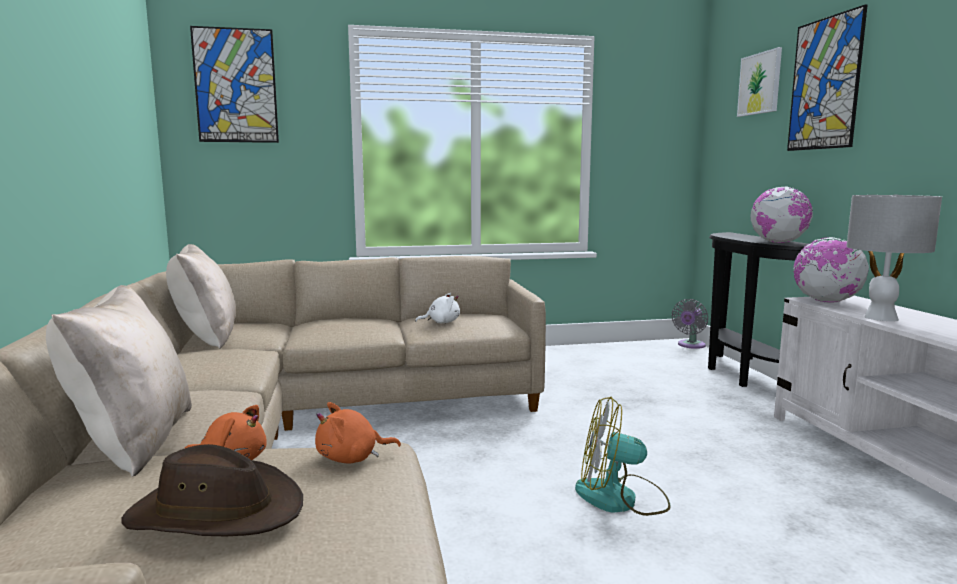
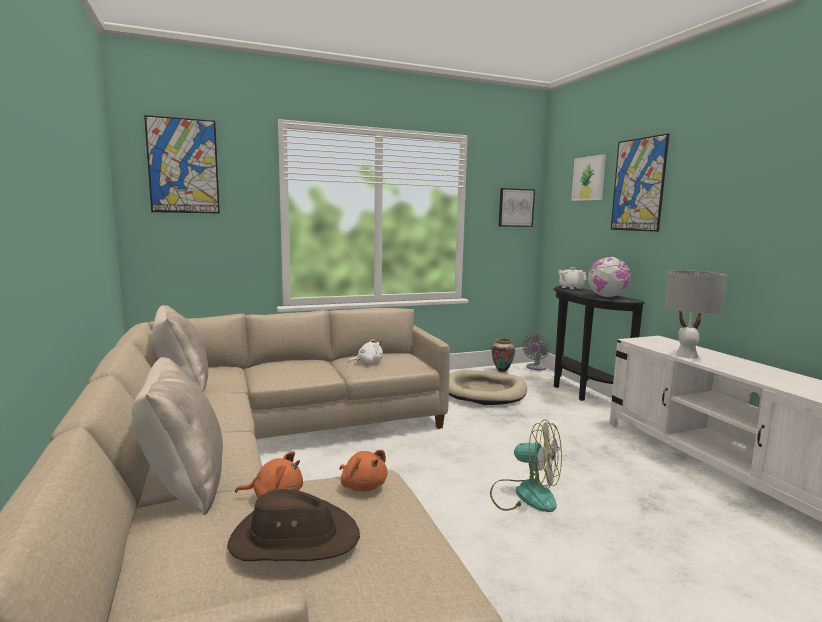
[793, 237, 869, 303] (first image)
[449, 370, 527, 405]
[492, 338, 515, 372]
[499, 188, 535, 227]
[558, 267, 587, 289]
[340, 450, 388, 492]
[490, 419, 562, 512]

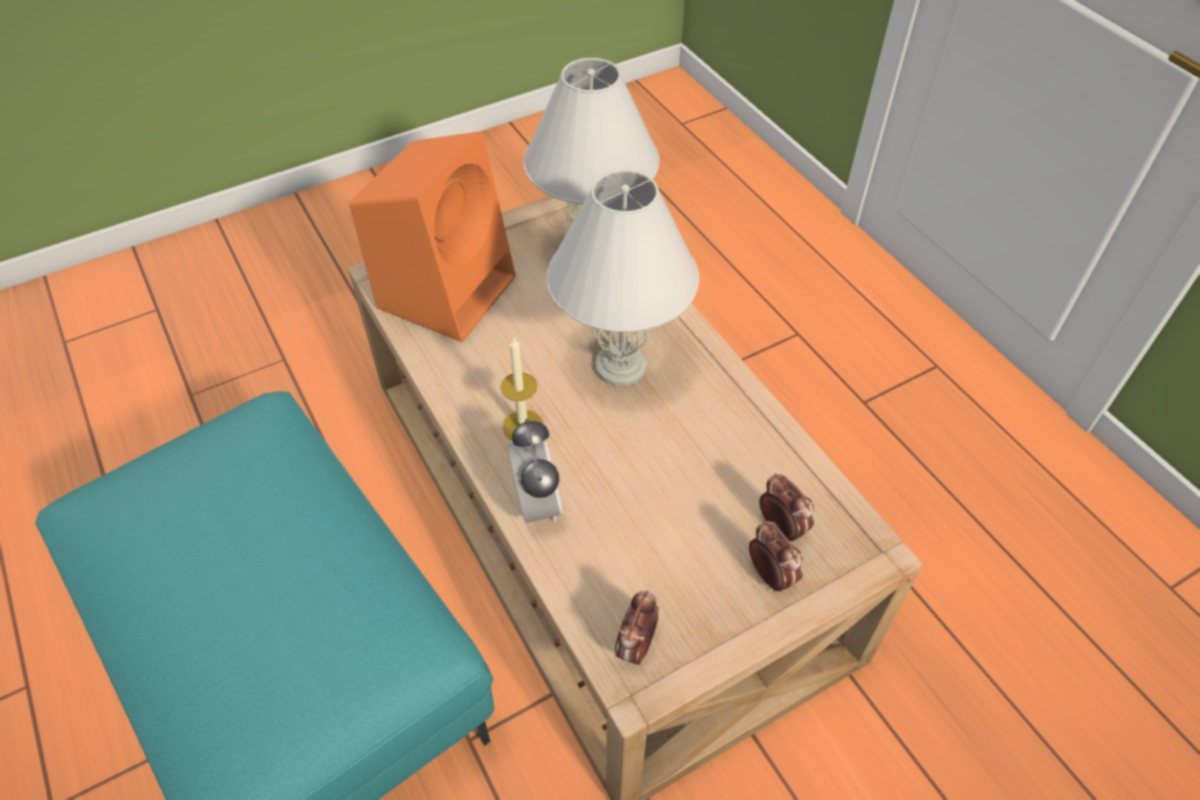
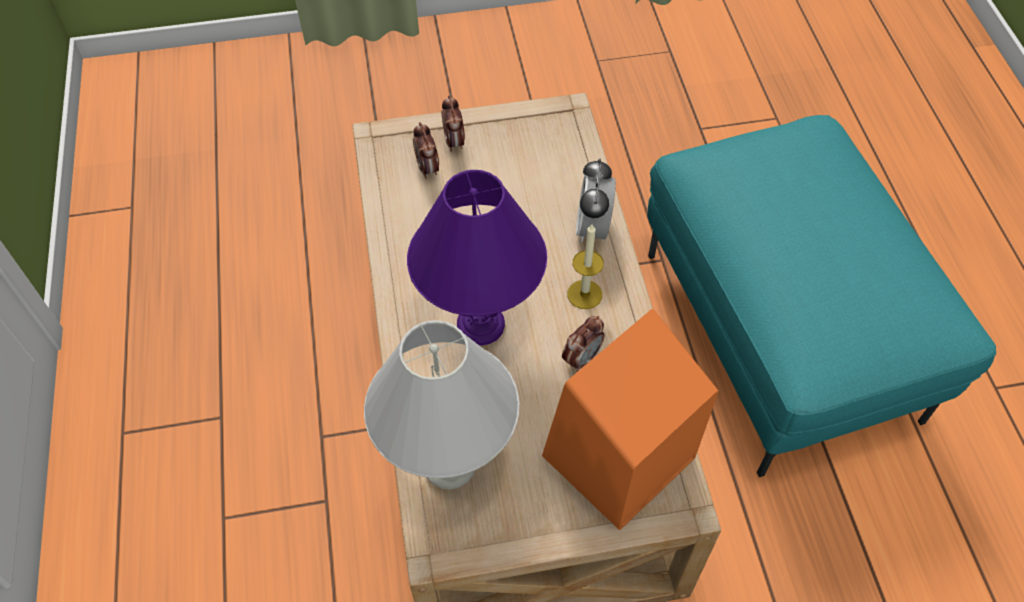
[562, 316, 605, 372]
[407, 170, 547, 346]

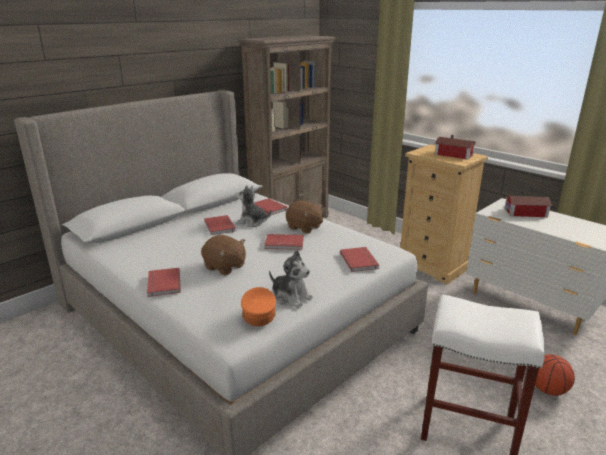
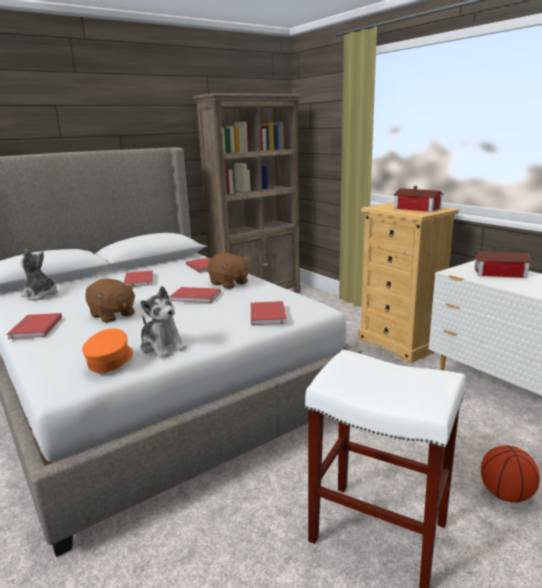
[20, 249, 58, 300]

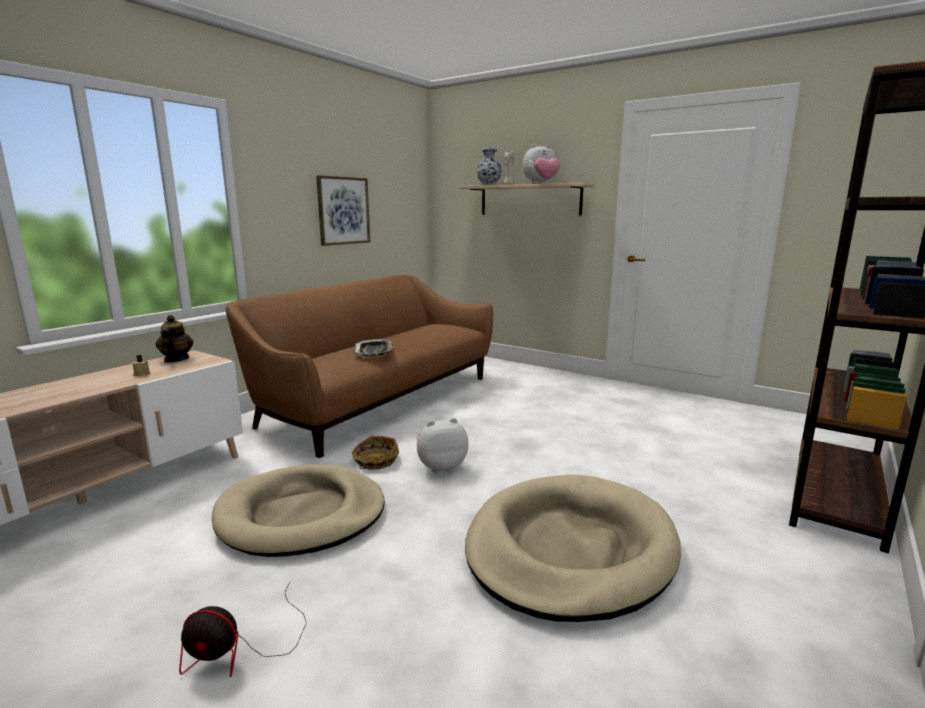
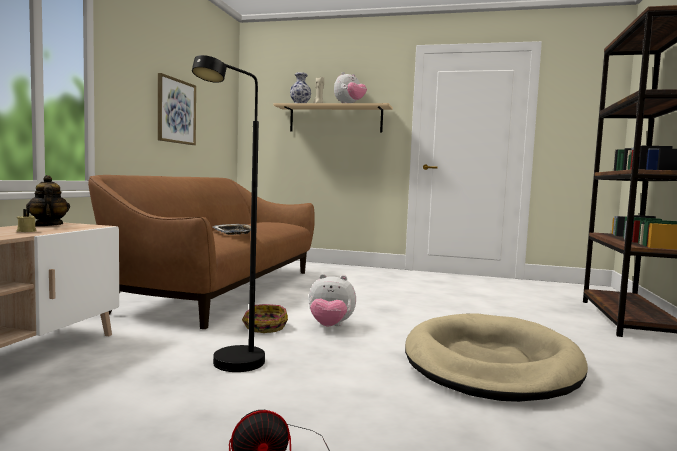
[192, 55, 265, 372]
[309, 274, 356, 327]

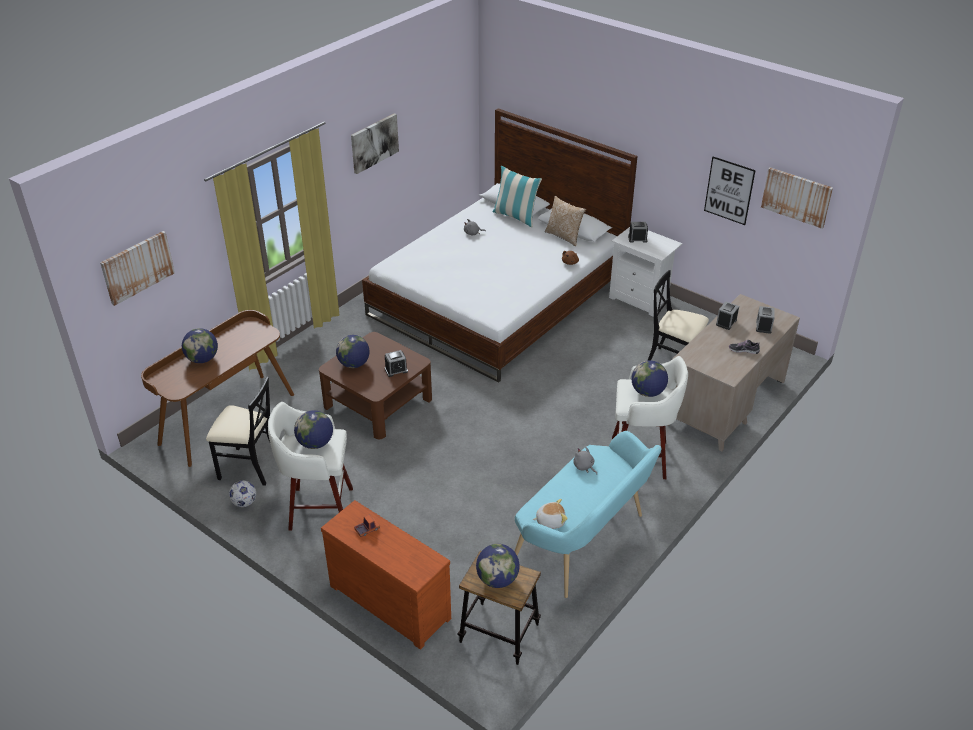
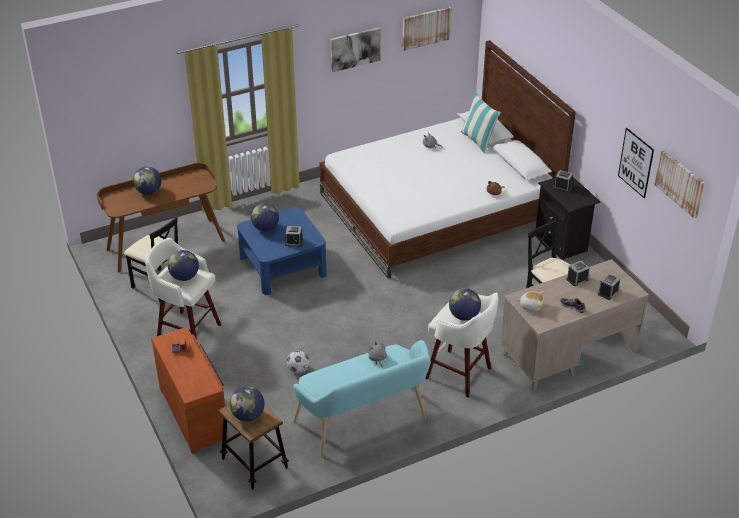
[545, 196, 586, 246] (first image)
[402, 7, 451, 51]
[287, 351, 309, 373]
[518, 291, 545, 312]
[237, 207, 327, 295]
[536, 177, 601, 261]

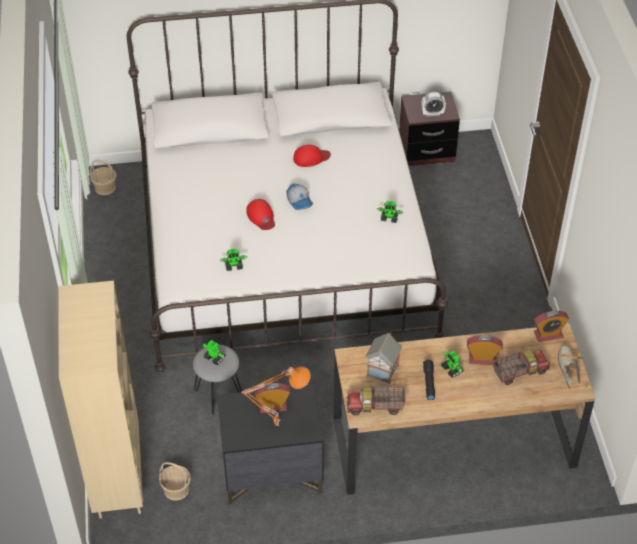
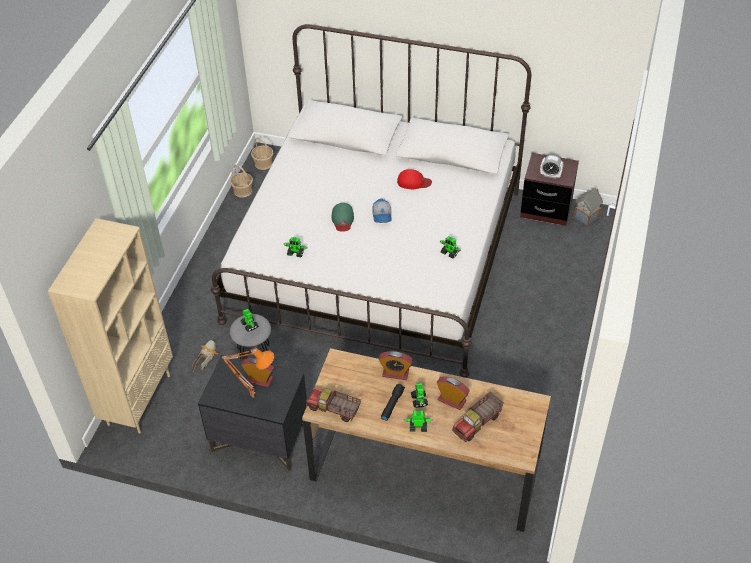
[404, 411, 433, 432]
[230, 165, 253, 198]
[574, 188, 603, 226]
[379, 351, 413, 380]
[192, 340, 218, 372]
[332, 203, 354, 232]
[452, 392, 504, 442]

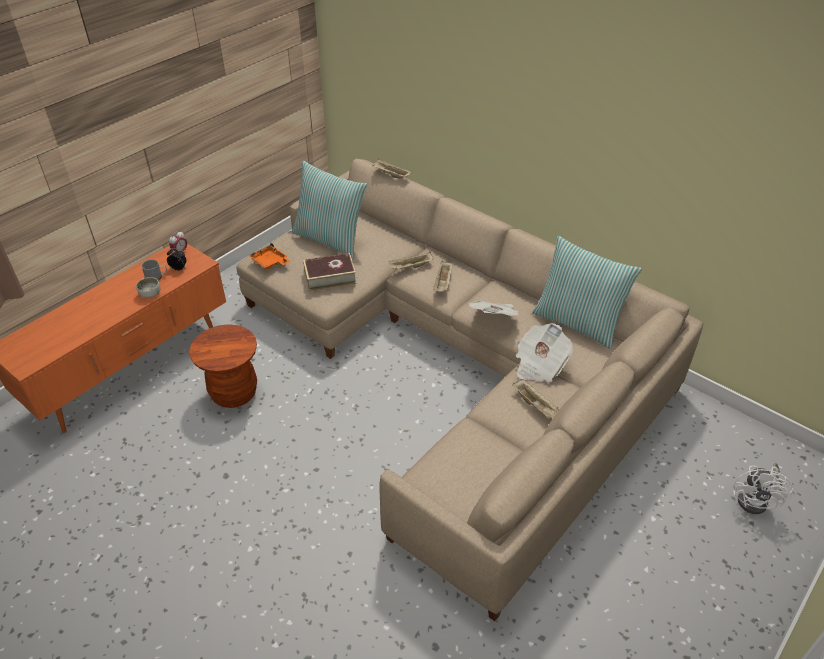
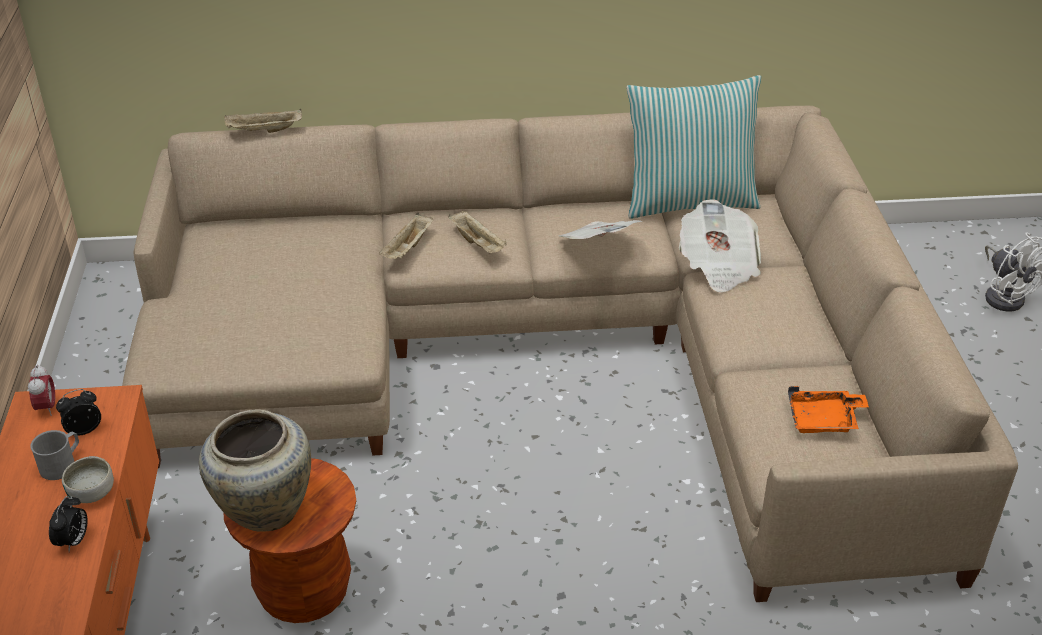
[292, 161, 367, 259] (first image)
[303, 253, 357, 291] (first image)
[513, 379, 559, 418] (first image)
[49, 496, 88, 552]
[199, 410, 311, 532]
[788, 386, 869, 433]

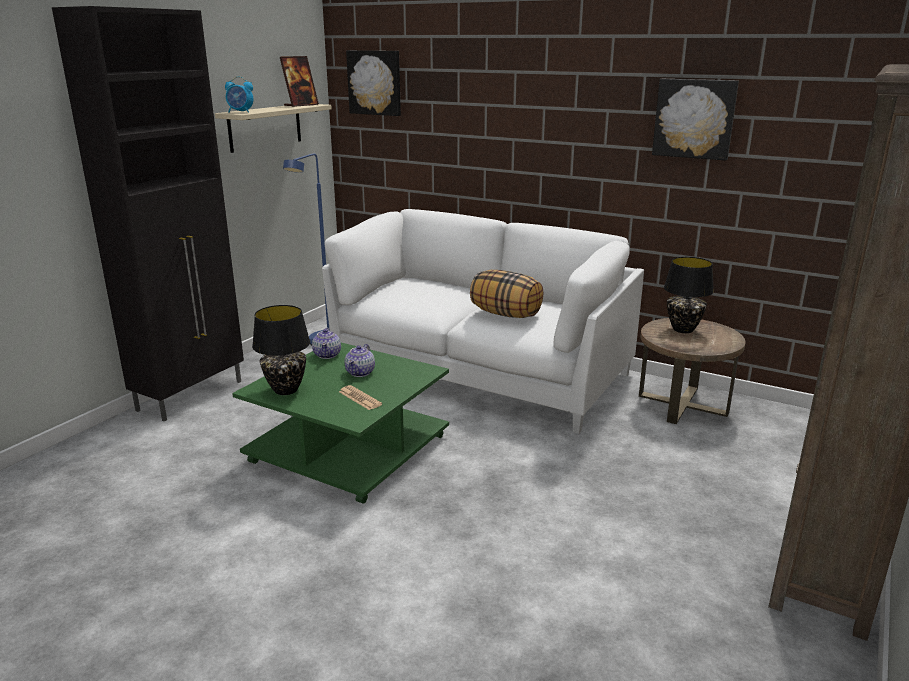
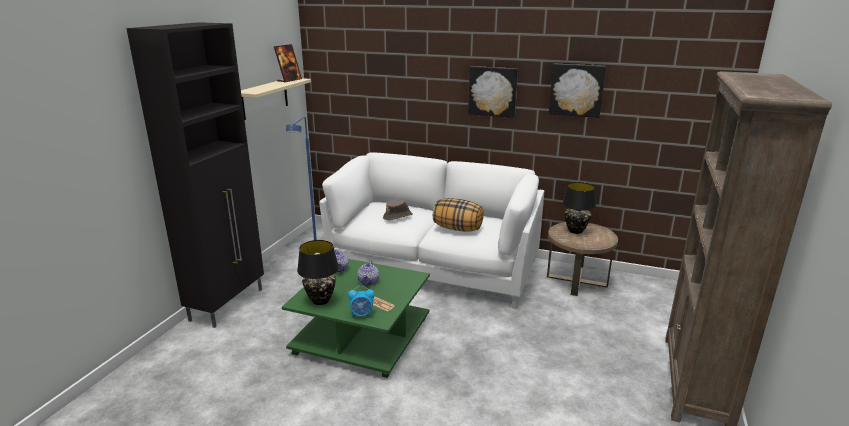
[383, 199, 413, 220]
[348, 286, 375, 317]
[468, 66, 518, 118]

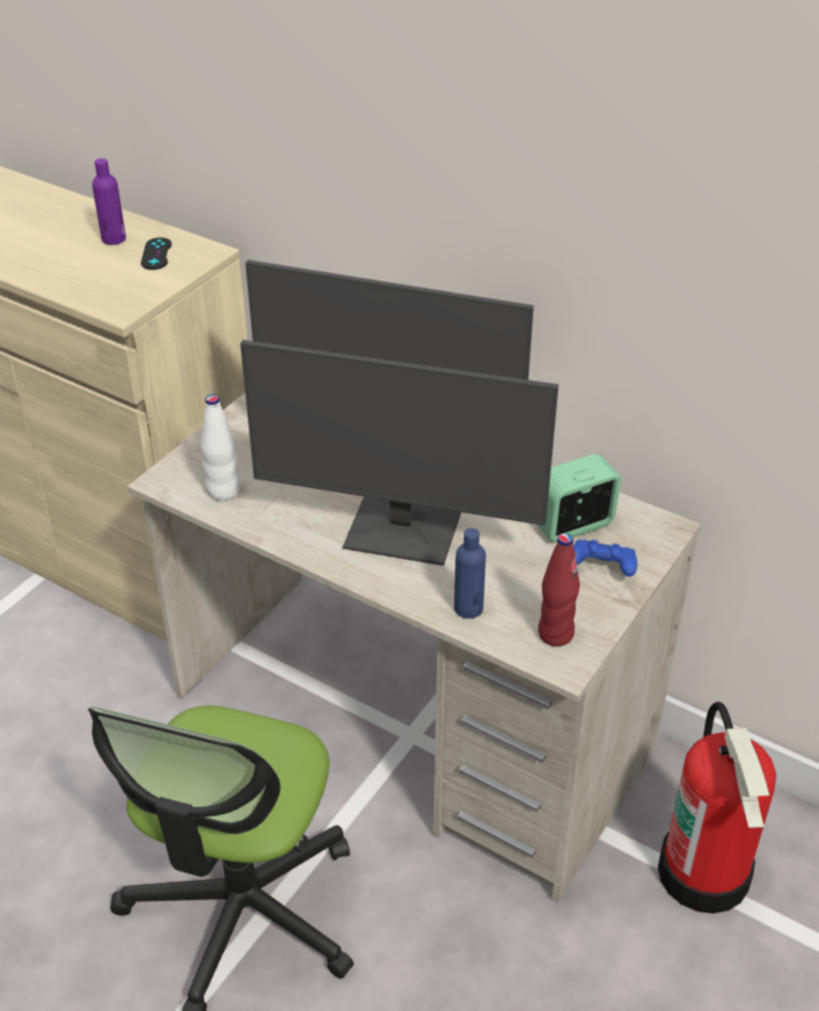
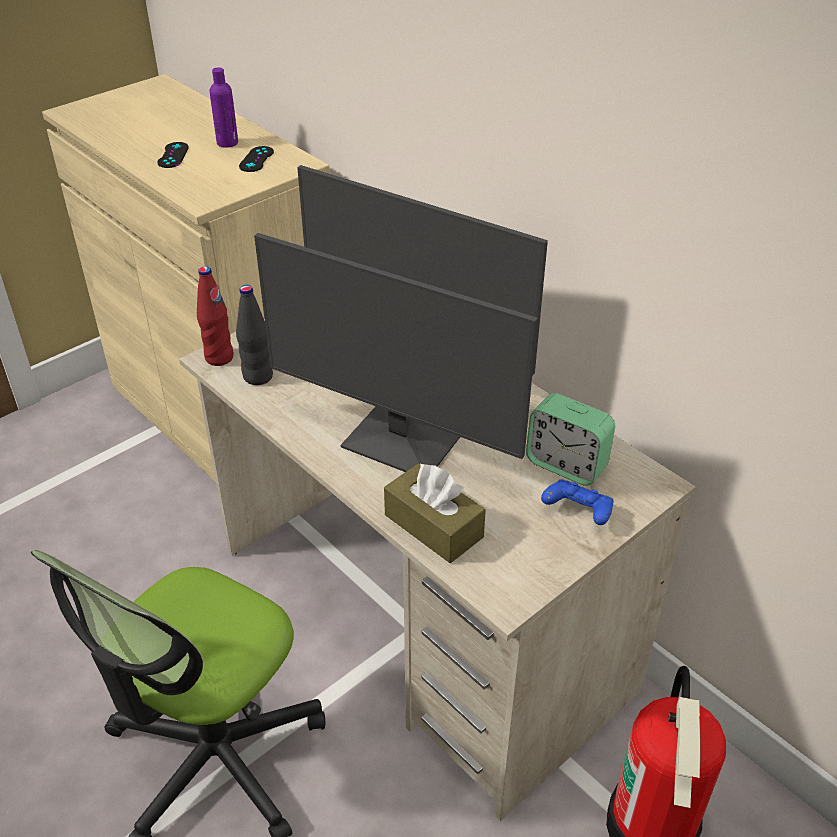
[157, 142, 189, 168]
[197, 266, 234, 366]
[384, 463, 486, 563]
[236, 285, 273, 385]
[526, 393, 615, 486]

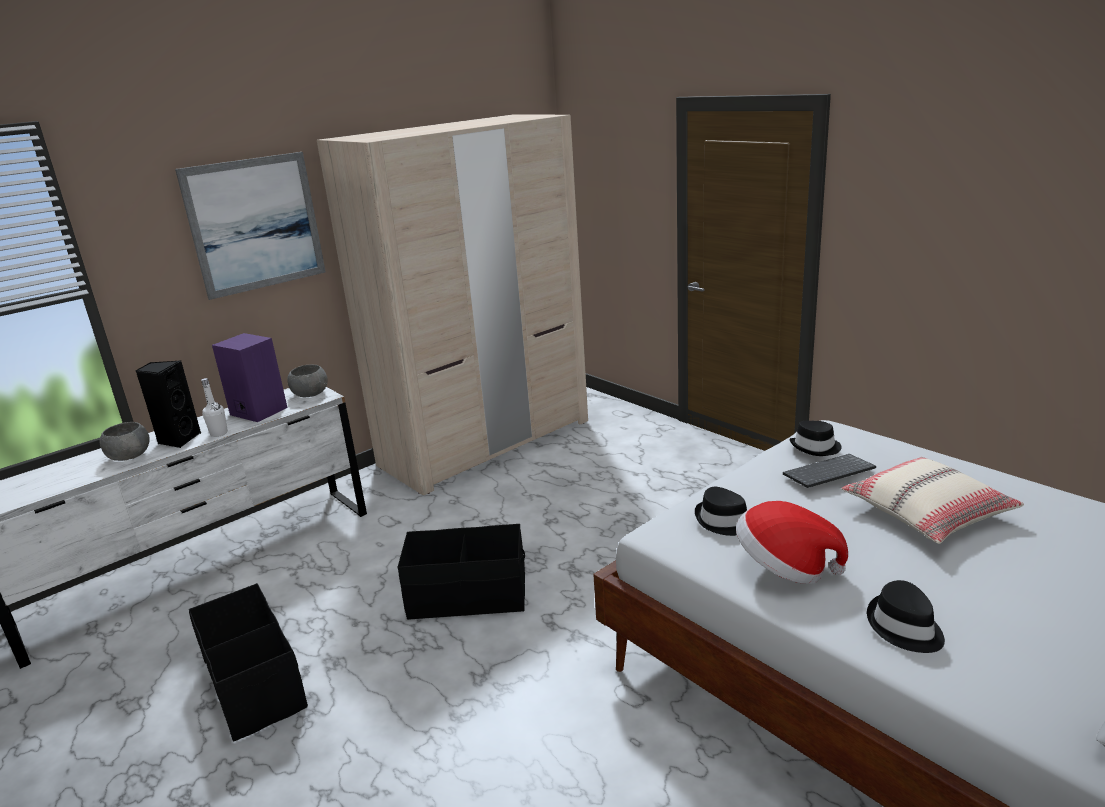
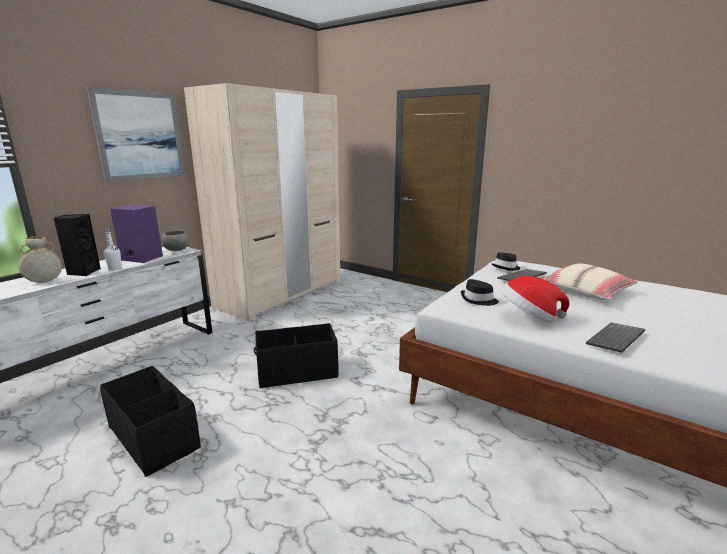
[18, 236, 62, 283]
[586, 322, 645, 353]

